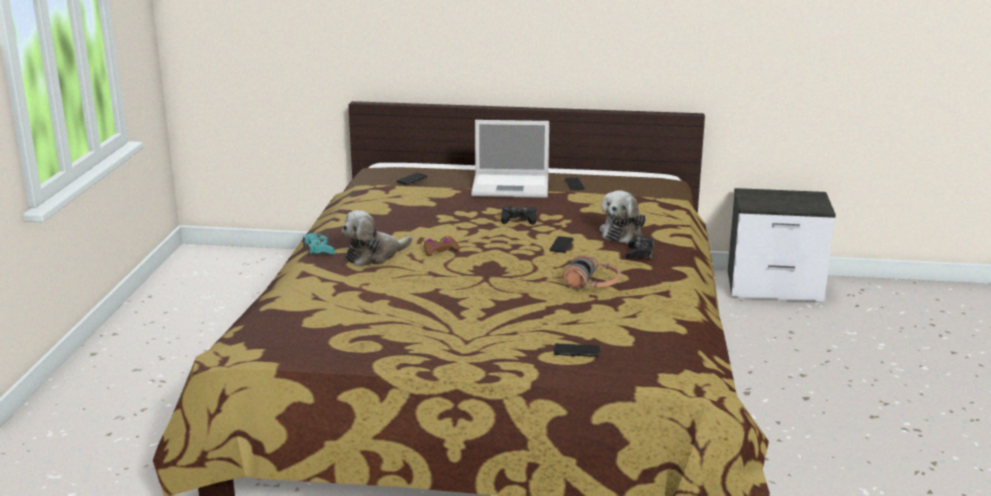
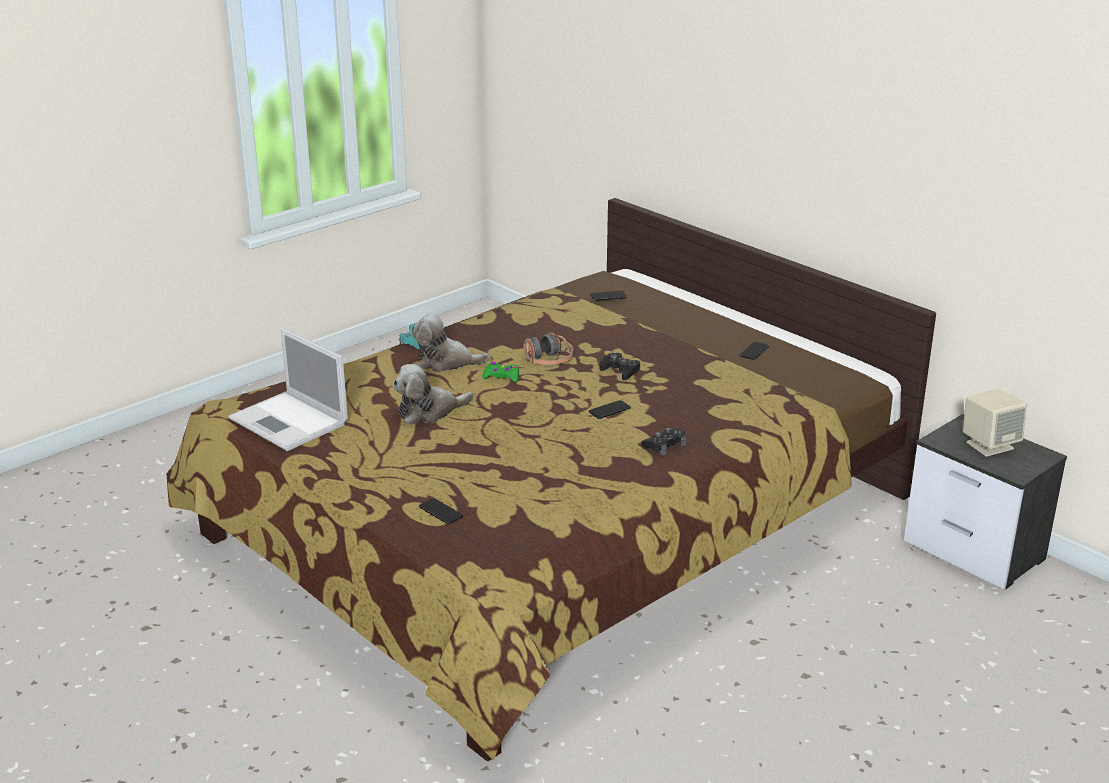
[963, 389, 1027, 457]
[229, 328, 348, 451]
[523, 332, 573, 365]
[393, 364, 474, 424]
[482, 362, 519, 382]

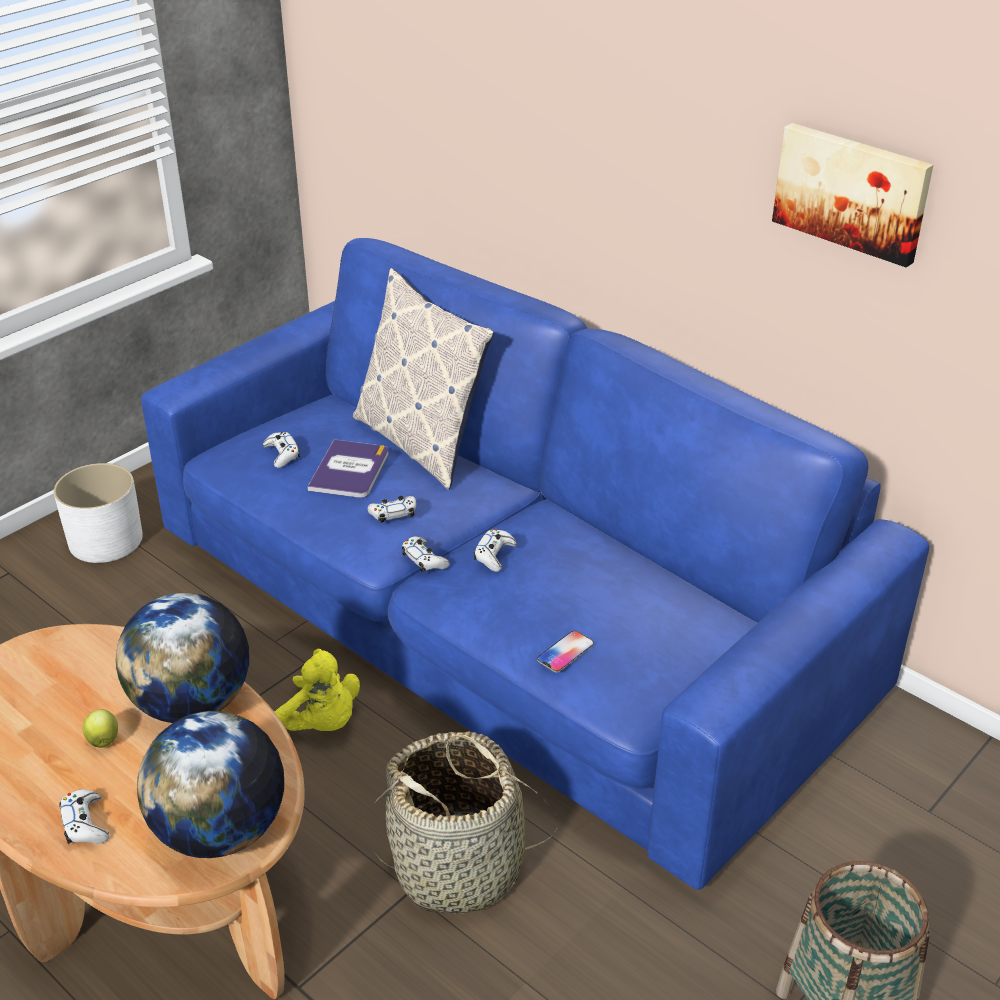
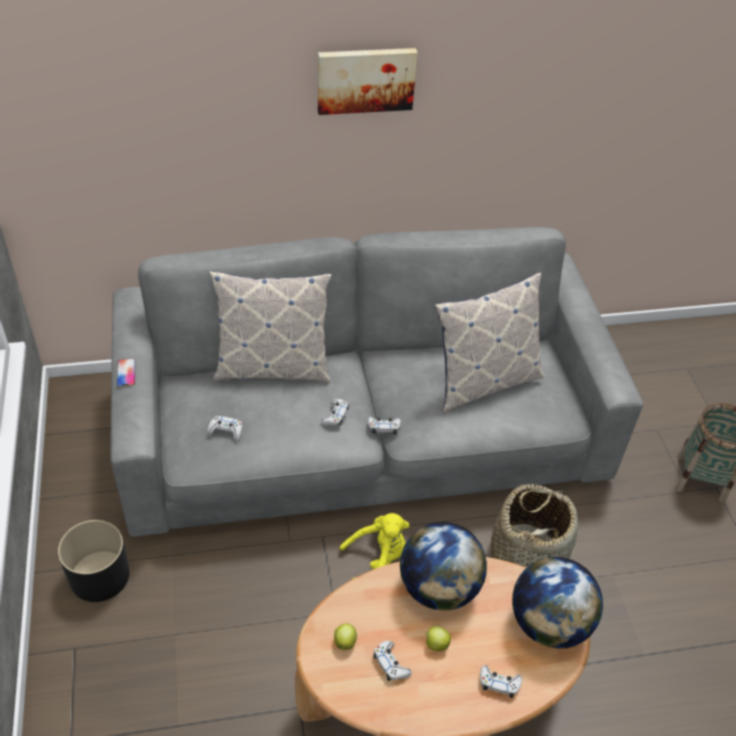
[308, 439, 389, 498] (first image)
[334, 624, 357, 650]
[435, 272, 544, 413]
[373, 641, 412, 681]
[117, 359, 135, 387]
[318, 48, 418, 115]
[58, 520, 130, 602]
[110, 227, 643, 537]

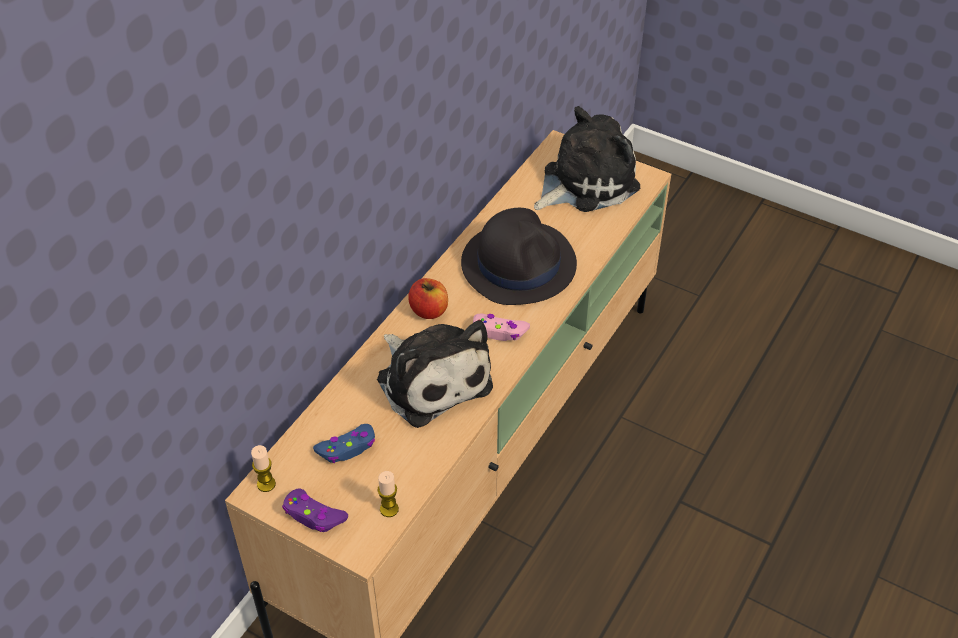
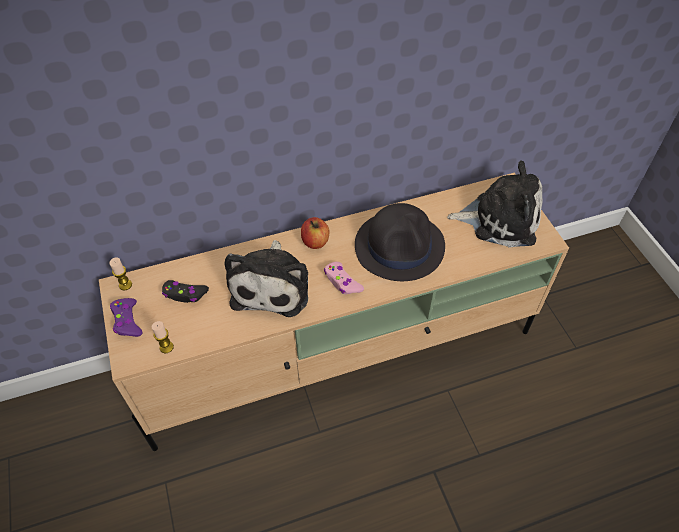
[162, 280, 209, 303]

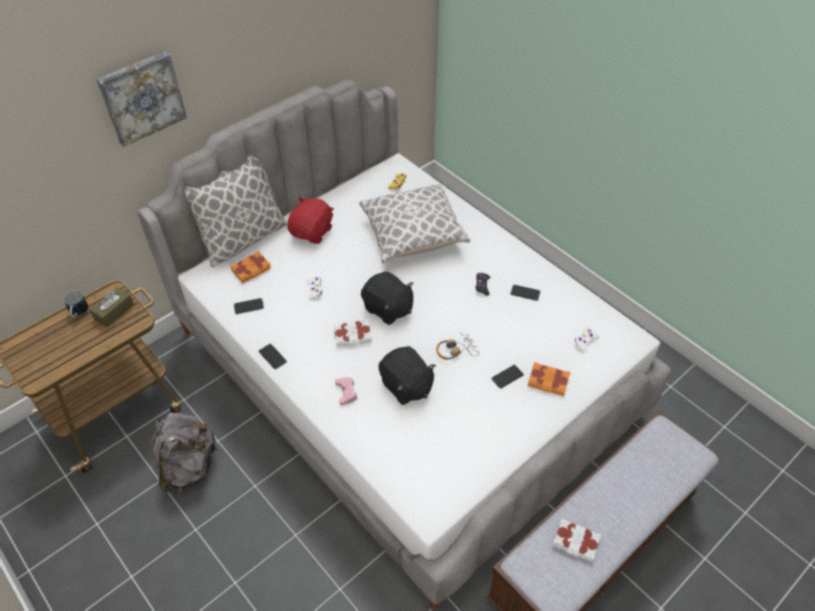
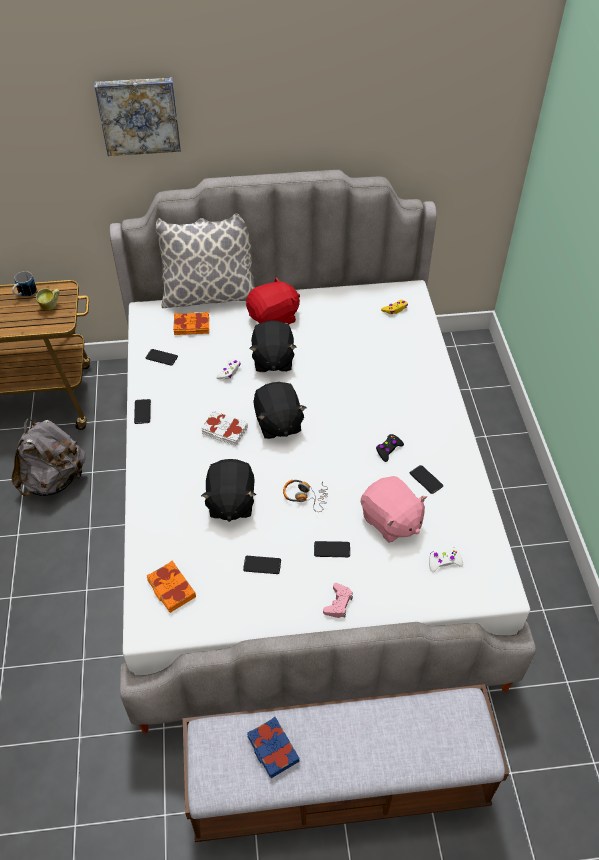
[359, 184, 470, 264] (first image)
[243, 556, 281, 574]
[249, 320, 296, 372]
[361, 476, 427, 543]
[323, 583, 353, 618]
[146, 560, 196, 613]
[36, 288, 60, 311]
[247, 717, 299, 778]

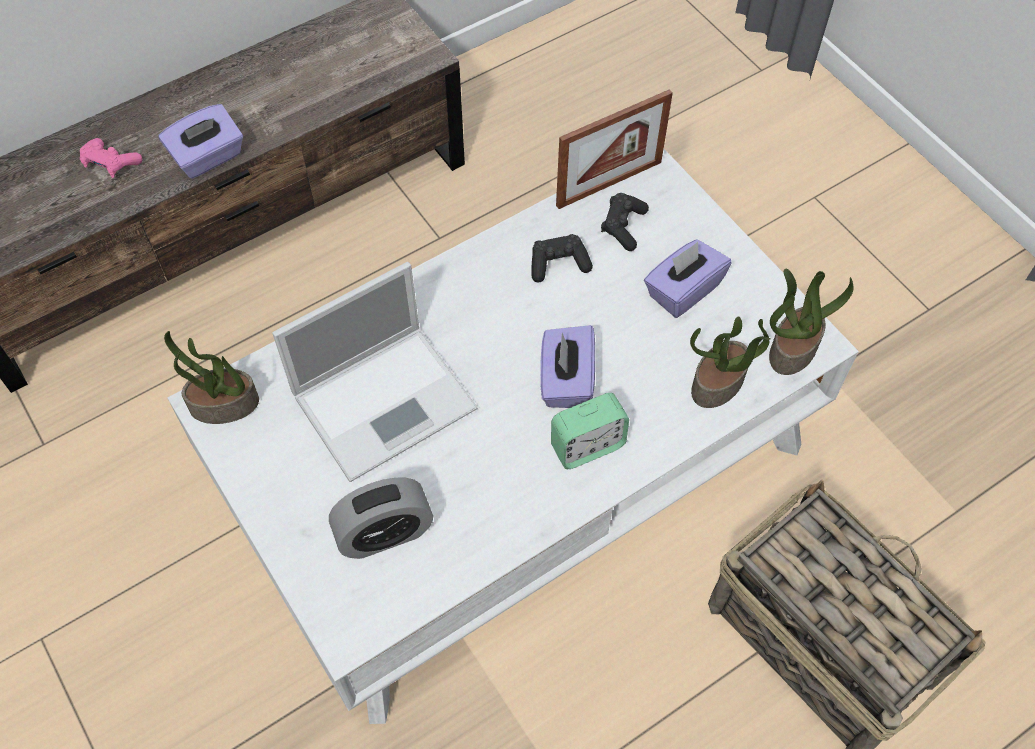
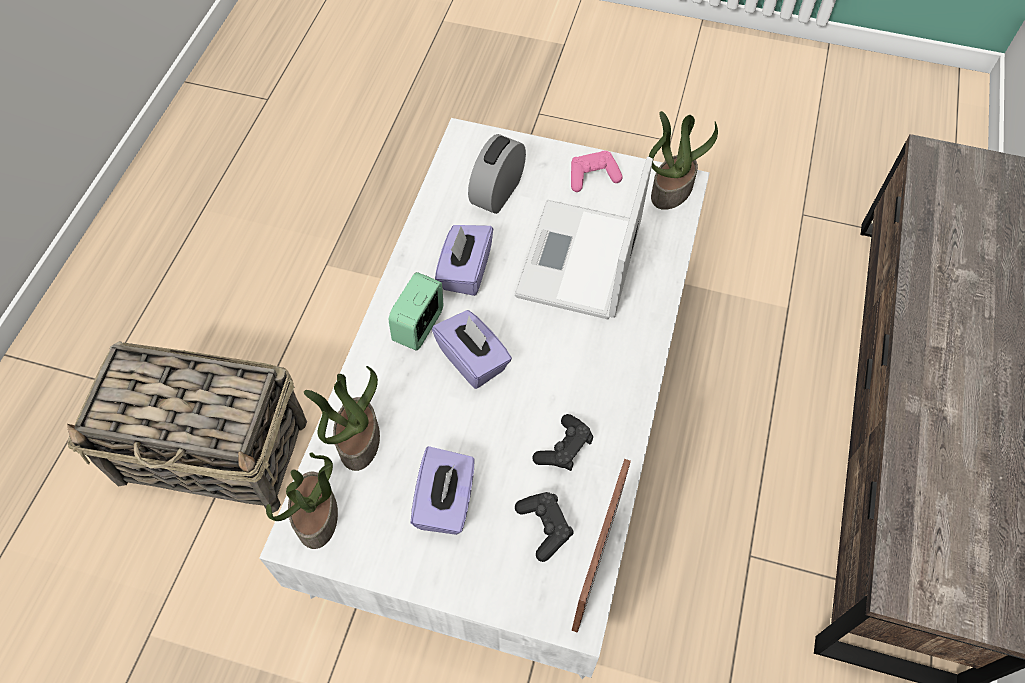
[571, 151, 623, 192]
[435, 225, 493, 296]

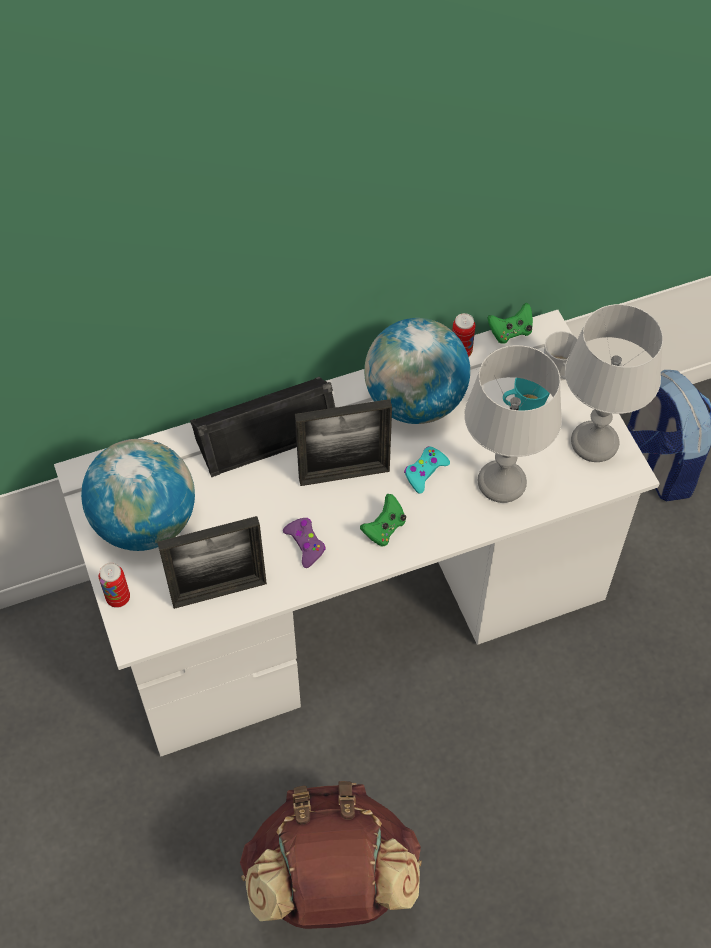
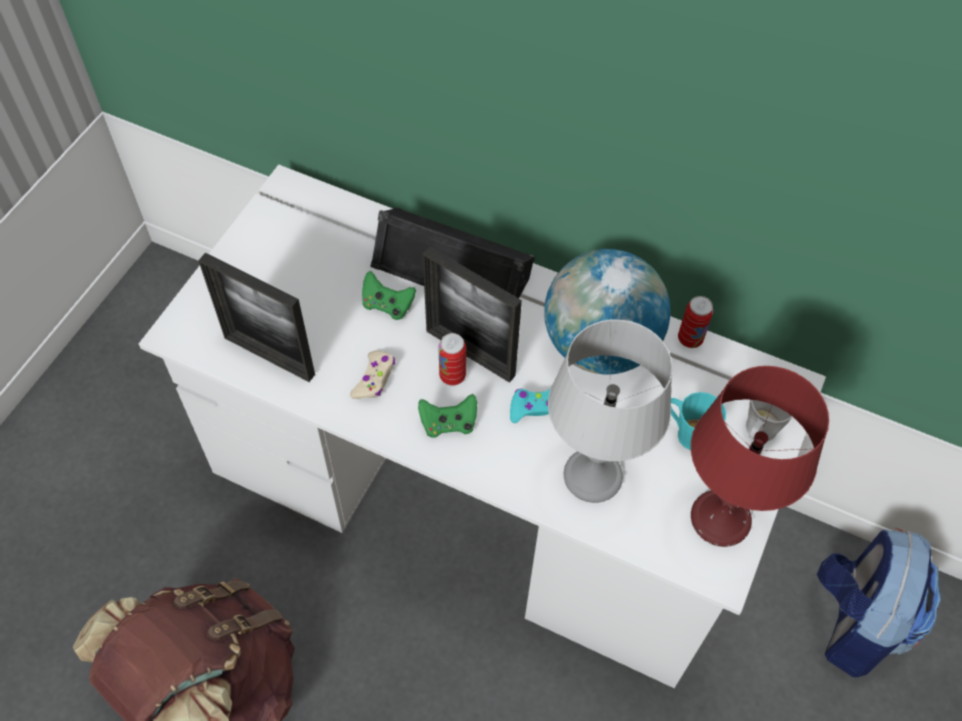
[81, 439, 195, 551] (first image)
[438, 333, 466, 386]
[362, 271, 416, 320]
[350, 350, 395, 399]
[691, 366, 829, 547]

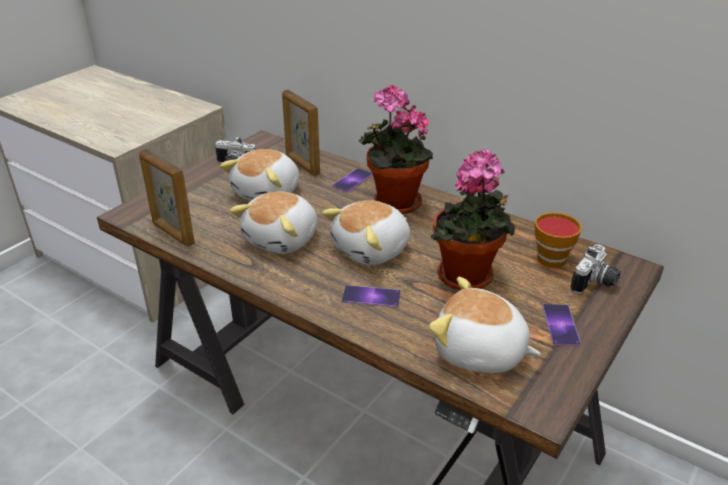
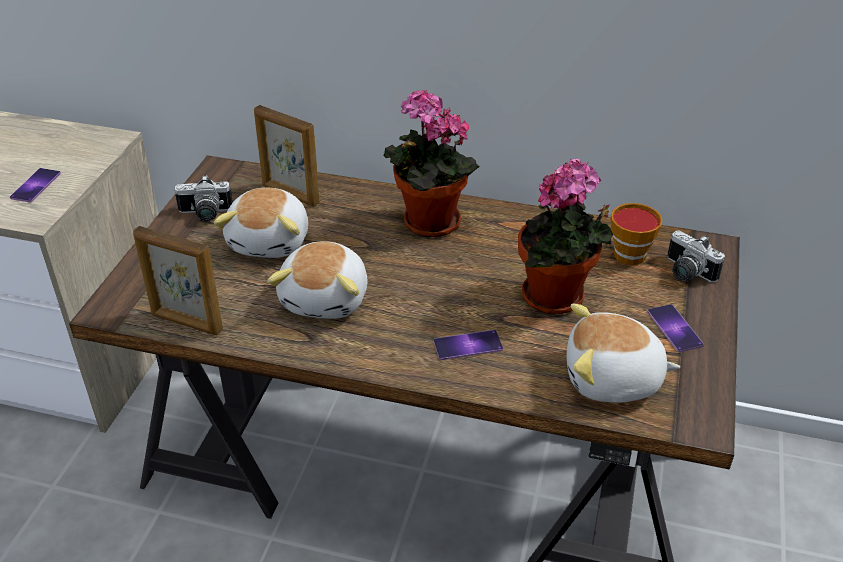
[322, 200, 410, 265] (first image)
[10, 168, 61, 203]
[668, 231, 725, 282]

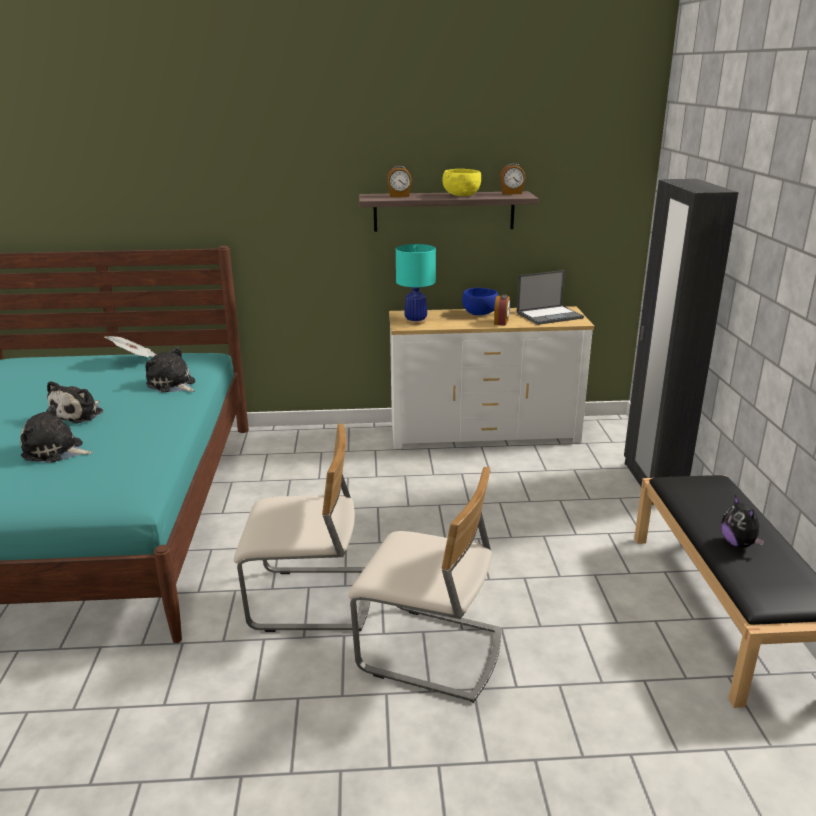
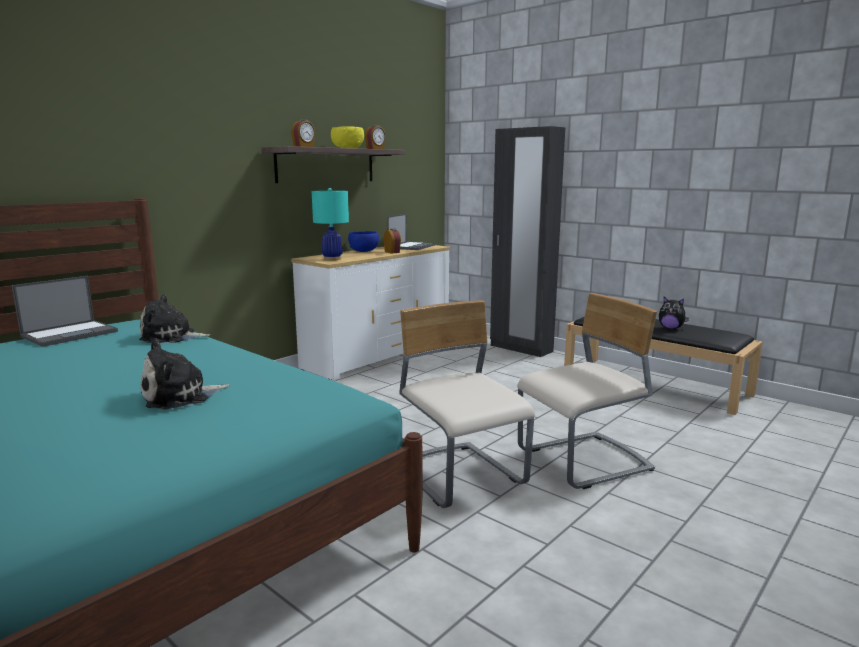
[47, 381, 103, 424] (first image)
[12, 276, 118, 347]
[399, 300, 535, 508]

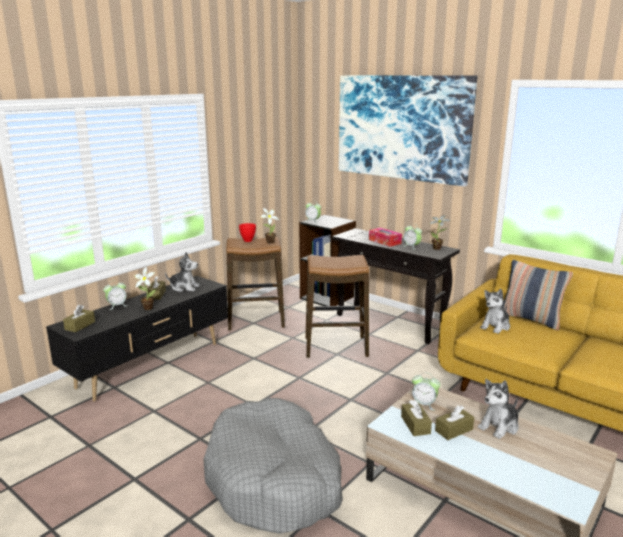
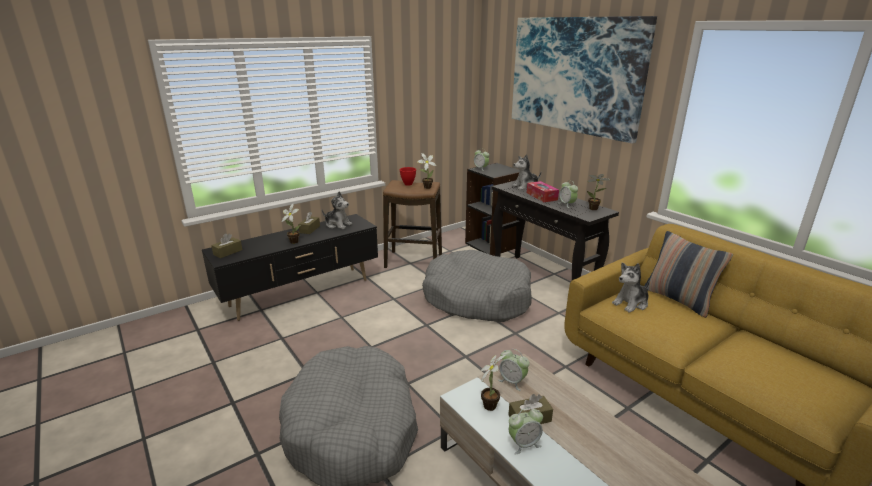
[509, 407, 543, 455]
[512, 154, 541, 190]
[422, 250, 532, 322]
[481, 355, 505, 411]

